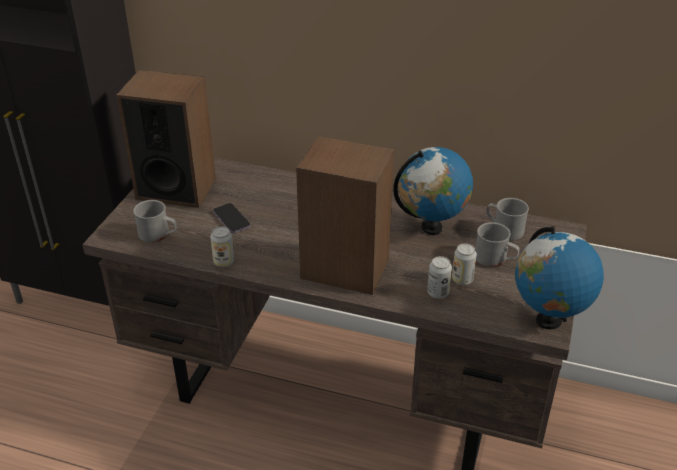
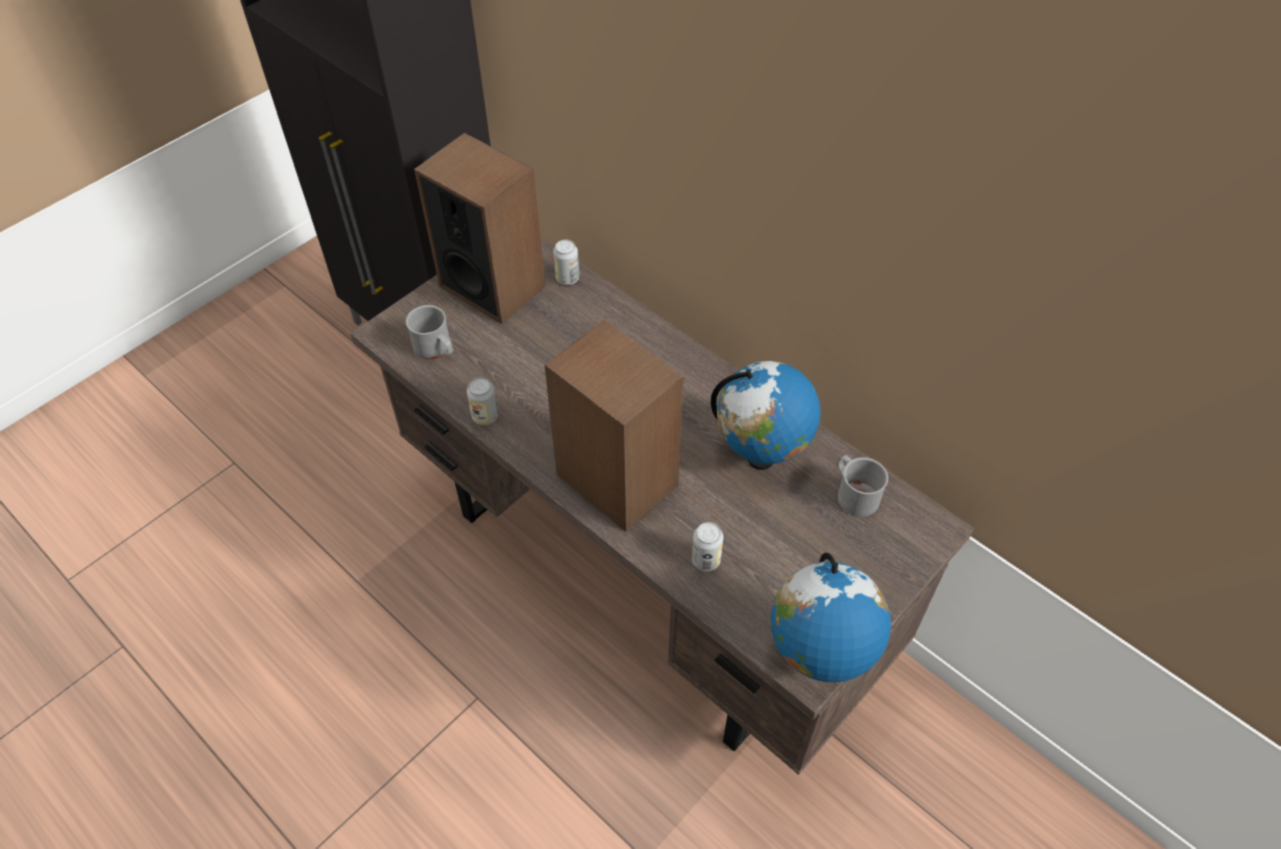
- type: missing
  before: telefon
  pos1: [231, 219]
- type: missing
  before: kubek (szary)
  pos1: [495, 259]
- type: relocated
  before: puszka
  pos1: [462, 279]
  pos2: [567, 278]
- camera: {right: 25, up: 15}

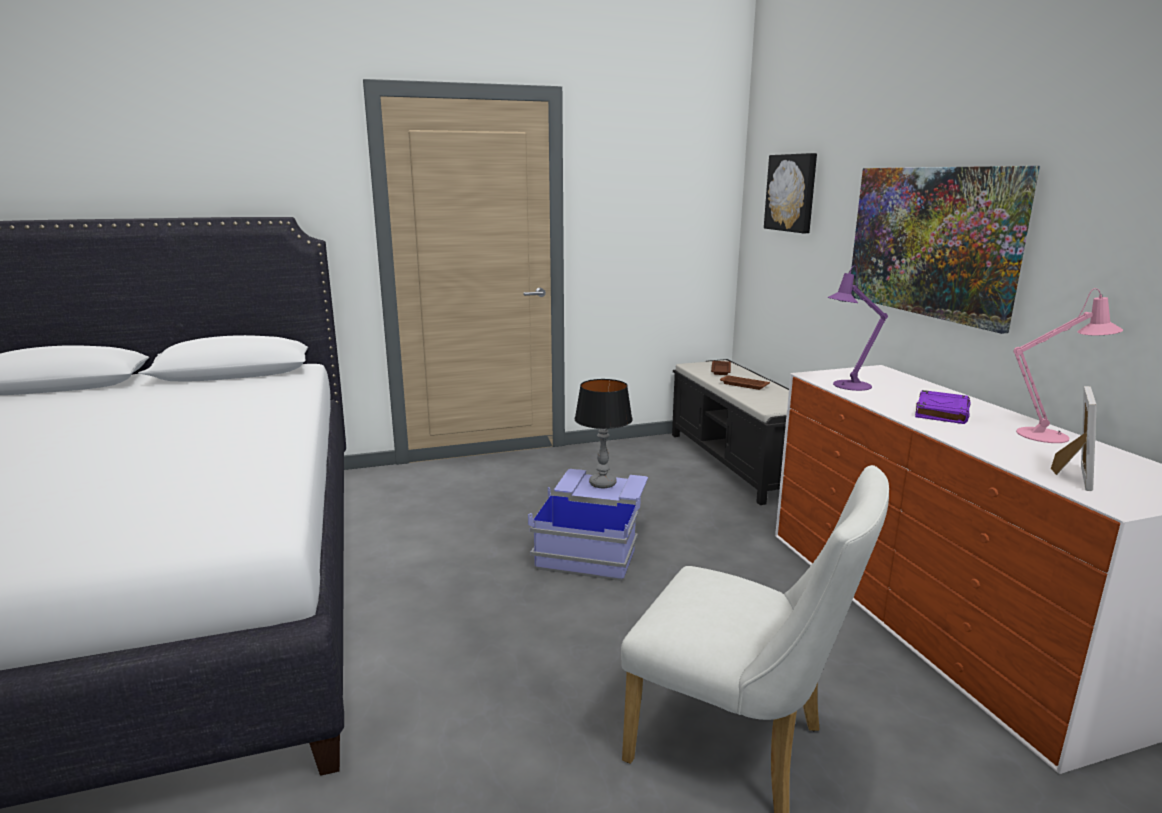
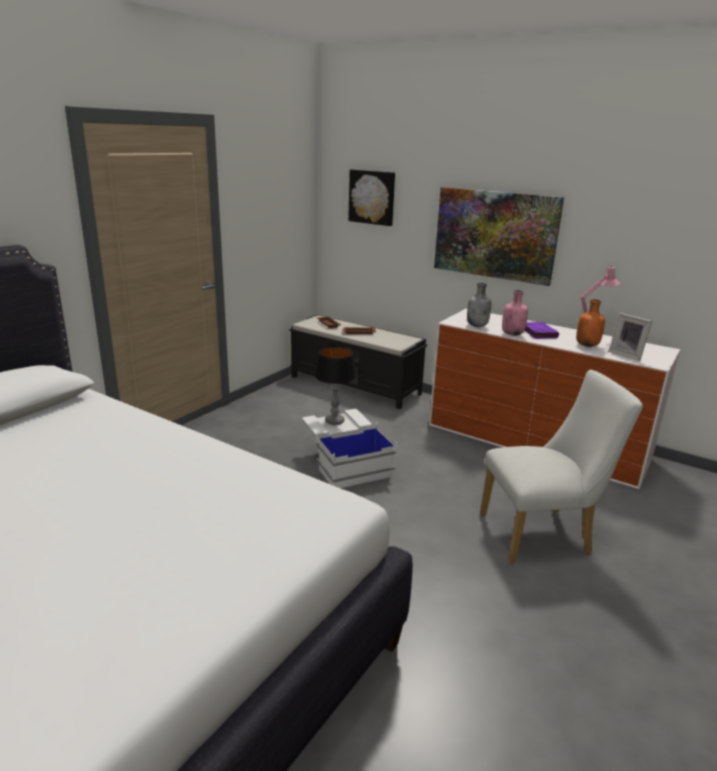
- type: appeared
  after: butelka (różowy)
  pos2: [512, 334]
- type: appeared
  after: butelka (pomarańczowy)
  pos2: [587, 345]
- type: exchanged
  before: lampa stołowa (fioletowy)
  after: butelka (szary)
  pos1: [847, 386]
  pos2: [477, 325]
- type: colour
  before: pojemnik do przechowywania (niebieski)
  after: pojemnik do przechowywania (biały)
  pos1: [593, 545]
  pos2: [345, 464]
- type: spun
  before: ramka na zdjęcie
  pos1: [1070, 476]
  pos2: [627, 355]
  turn: 150
- camera: {right: -40, up: 5}

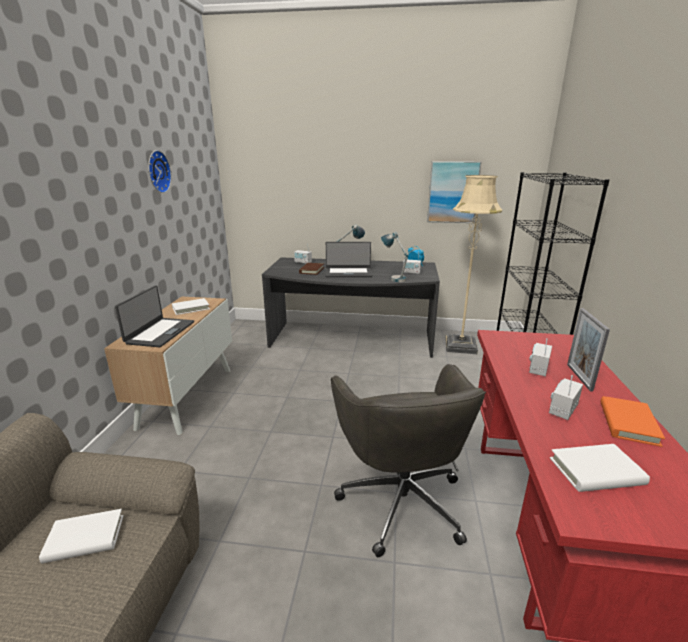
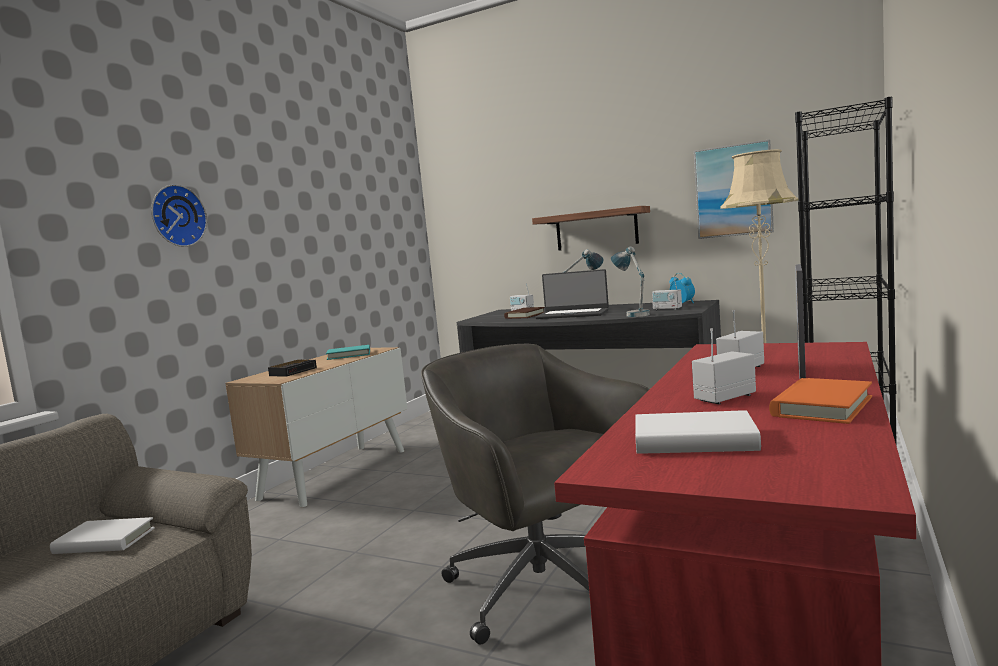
- type: appeared
  after: półka
  pos2: [596, 229]
- type: relocated
  before: zegar ścienny
  pos1: [157, 171]
  pos2: [176, 216]
- type: exchanged
  before: laptop
  after: budzik
  pos1: [160, 332]
  pos2: [294, 371]
- type: colour
  before: książka (biały)
  after: książka (turkusowy)
  pos1: [191, 308]
  pos2: [349, 355]
- type: spun
  before: krzesło biurowe (szary)
  pos1: [401, 499]
  pos2: [546, 591]
  turn: 135
- camera: {right: 20, up: -15}

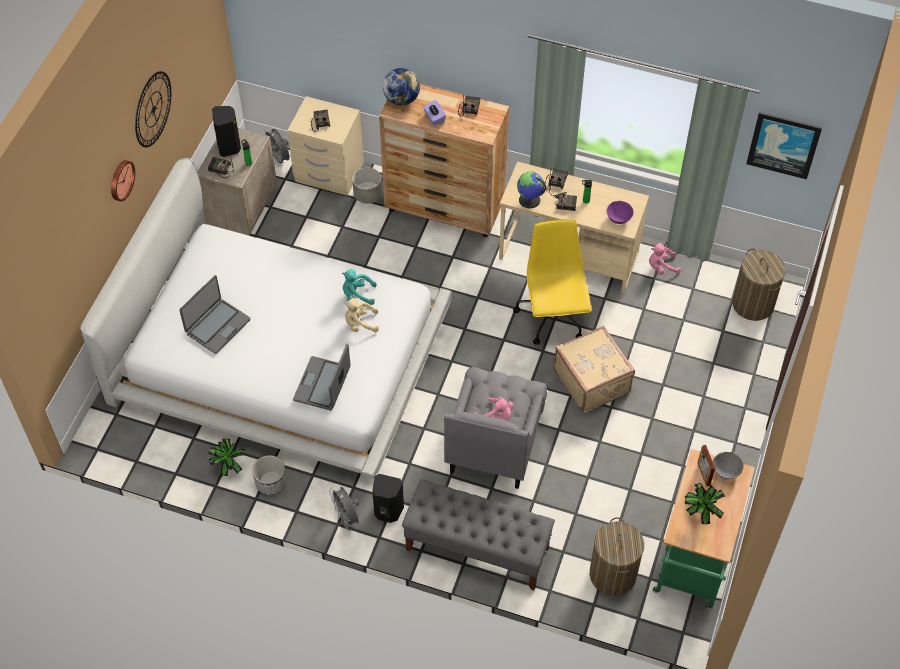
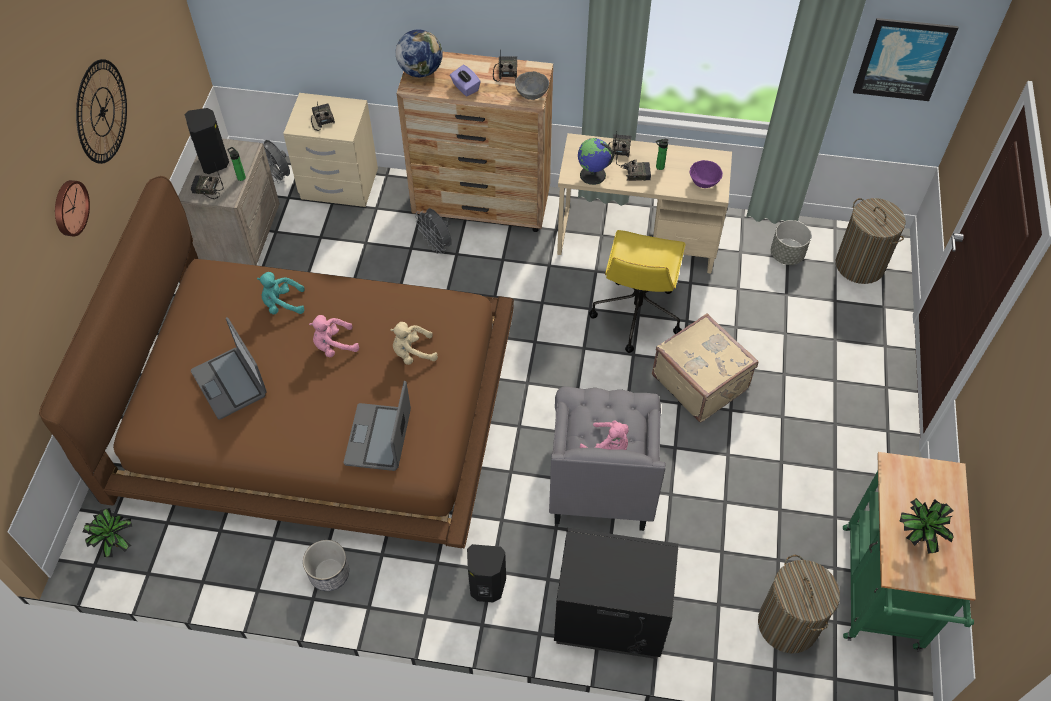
- type: missing
  before: ramka na zdjęcie
  pos1: [703, 474]
- type: relocated
  before: roślina doniczkowa
  pos1: [228, 466]
  pos2: [115, 543]
- type: relocated
  before: wentylator (szary)
  pos1: [347, 517]
  pos2: [437, 245]
- type: relocated
  before: pluszak (turkusowy)
  pos1: [357, 295]
  pos2: [282, 304]
- type: relocated
  before: donica (szary)
  pos1: [368, 195]
  pos2: [787, 254]
- type: relocated
  before: pluszak (różowy)
  pos1: [661, 267]
  pos2: [334, 345]
- type: relocated
  before: miska (szary)
  pos1: [726, 471]
  pos2: [532, 94]
- type: exchanged
  before: ławka (szary)
  after: szafka nocna (czarny)
  pos1: [477, 548]
  pos2: [610, 619]
- type: colour
  before: łóżko (biały)
  after: łóżko (brązowy)
  pos1: [279, 354]
  pos2: [314, 406]
- type: spun
  before: laptop
  pos1: [217, 326]
  pos2: [230, 383]
  turn: 120
- type: spun
  before: krzesło biurowe (żółty)
  pos1: [553, 317]
  pos2: [636, 313]
  turn: -150
- camera: {right: -10, up: 0}

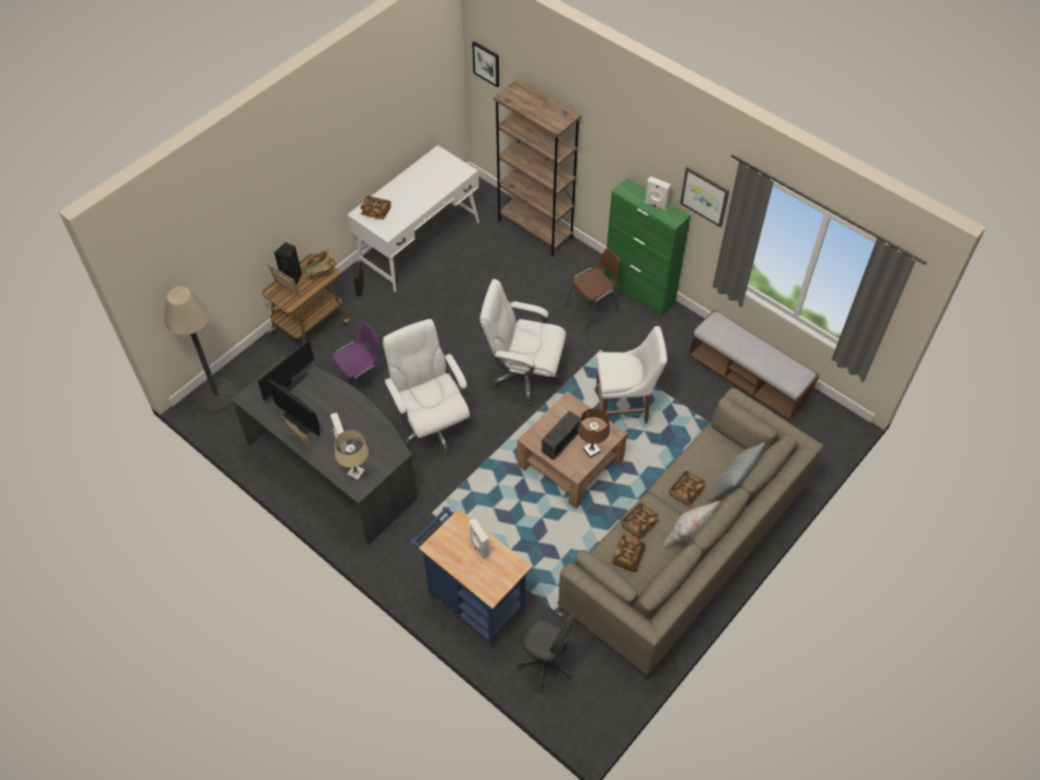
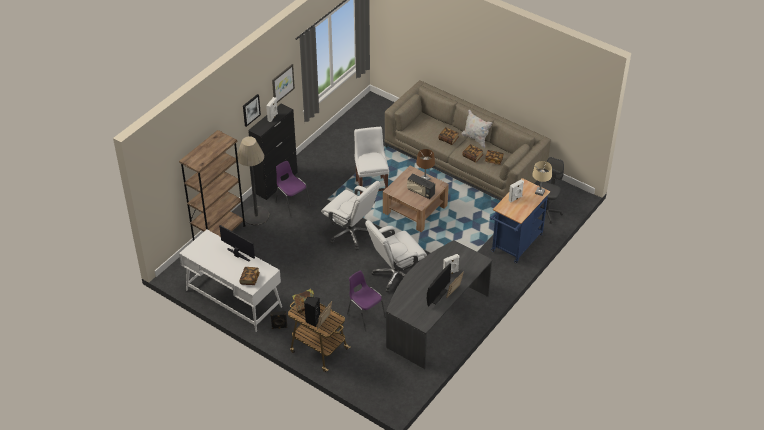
- type: missing
  before: ławka
  pos1: [747, 379]
- type: missing
  before: poduszka
  pos1: [731, 486]
- type: relocated
  before: lampa stojąca
  pos1: [216, 395]
  pos2: [256, 216]
- type: relocated
  before: monitor
  pos1: [290, 386]
  pos2: [237, 255]
- type: relocated
  before: lampa stołowa (beżowy)
  pos1: [356, 474]
  pos2: [540, 192]
- type: relocated
  before: obraz
  pos1: [486, 63]
  pos2: [251, 110]
- type: colour
  before: krzesło (brązowy)
  after: krzesło (fioletowy)
  pos1: [593, 308]
  pos2: [292, 203]
- type: colour
  before: szafka (zielony)
  after: szafka (czarny)
  pos1: [639, 291]
  pos2: [276, 182]
- type: spun
  before: krzesło biurowe (biały)
  pos1: [524, 375]
  pos2: [351, 233]
  turn: -60
- camera: {right: -95, up: -10}

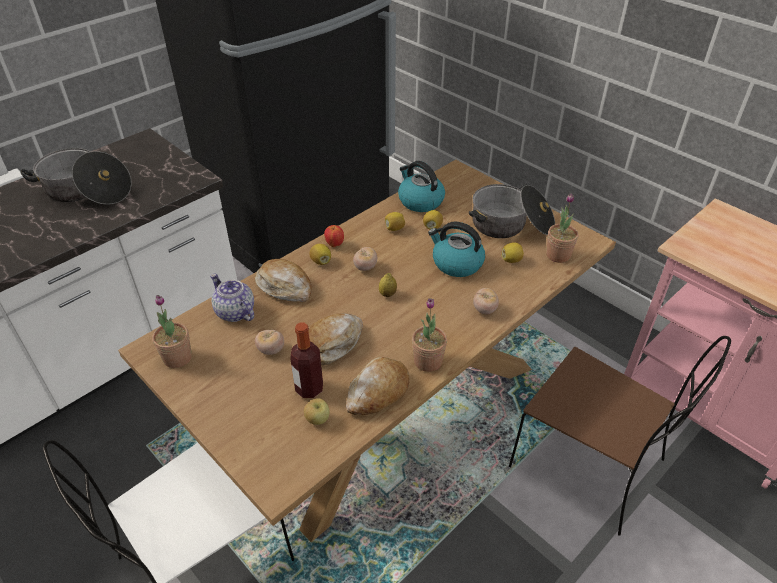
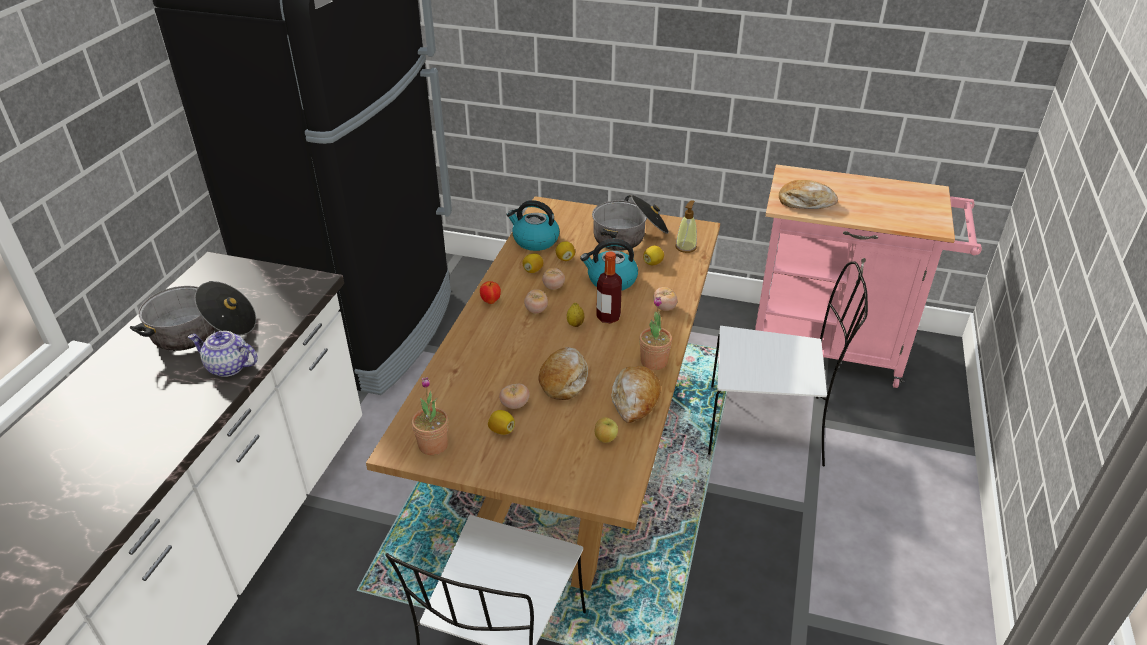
- type: appeared
  after: pomidor
  pos2: [553, 287]
- type: relocated
  before: imbryk
  pos1: [234, 312]
  pos2: [228, 367]
- type: relocated
  before: chleb
  pos1: [285, 287]
  pos2: [805, 202]
- type: relocated
  before: butelka
  pos1: [309, 388]
  pos2: [608, 317]
- type: relocated
  before: cytryna
  pos1: [321, 261]
  pos2: [501, 430]
- type: exchanged
  before: roślina doniczkowa
  after: dozownik mydła
  pos1: [558, 255]
  pos2: [686, 247]
- type: colour
  before: krzesło (brązowy)
  after: krzesło (biały)
  pos1: [590, 465]
  pos2: [768, 426]
- camera: {right: -30, up: -5}

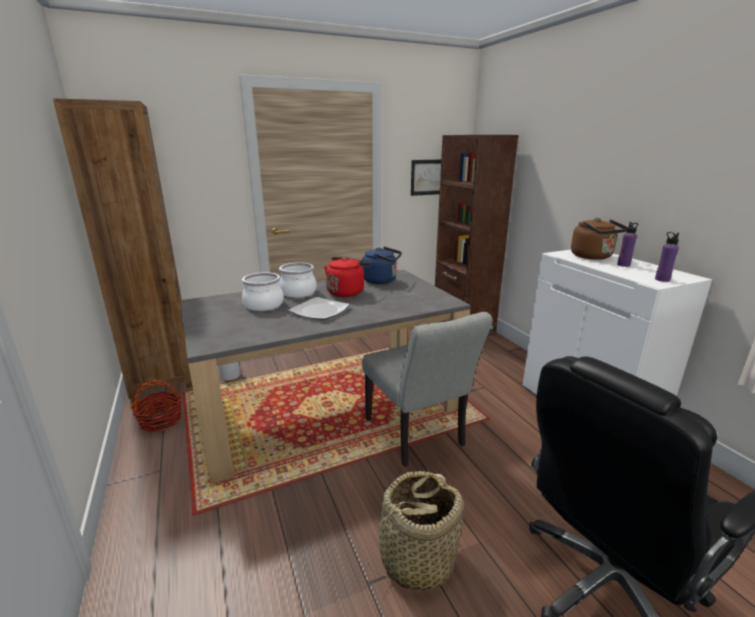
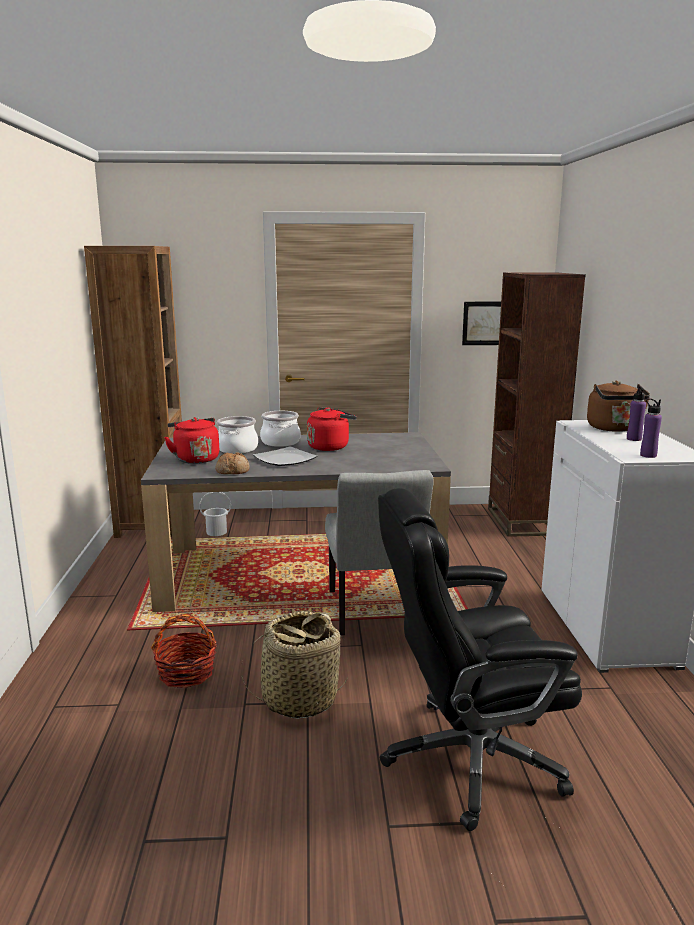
- type: missing
  before: czajnik (niebieski)
  pos1: [382, 280]
- type: appeared
  after: czajnik (czerwony)
  pos2: [195, 459]
- type: appeared
  after: chleb
  pos2: [233, 471]
- type: relocated
  before: koszyk
  pos1: [161, 420]
  pos2: [186, 673]
- camera: {right: 20, up: -5}

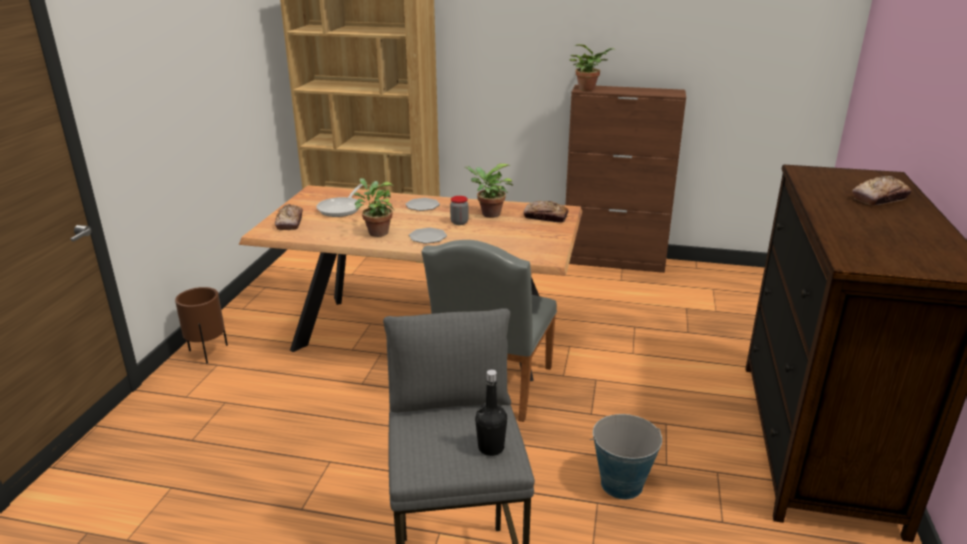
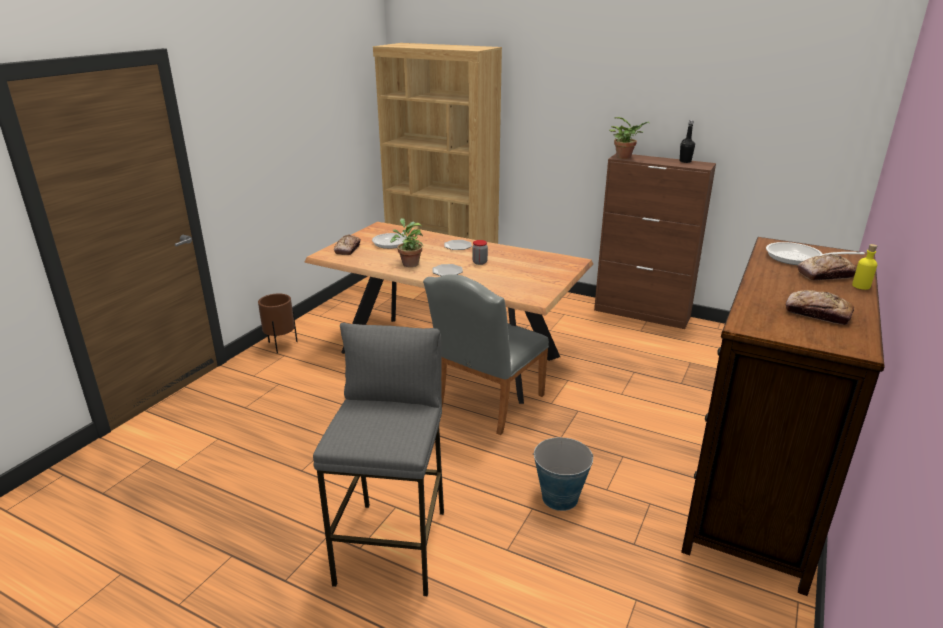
- type: missing
  before: roślina doniczkowa
  pos1: [488, 214]
- type: appeared
  after: patelnia
  pos2: [799, 258]
- type: appeared
  after: butelka (żółty)
  pos2: [861, 286]
- type: relocated
  before: butelka (czarny)
  pos1: [491, 448]
  pos2: [685, 161]
- type: relocated
  before: chleb
  pos1: [545, 217]
  pos2: [817, 314]
- camera: {right: 15, up: 0}

